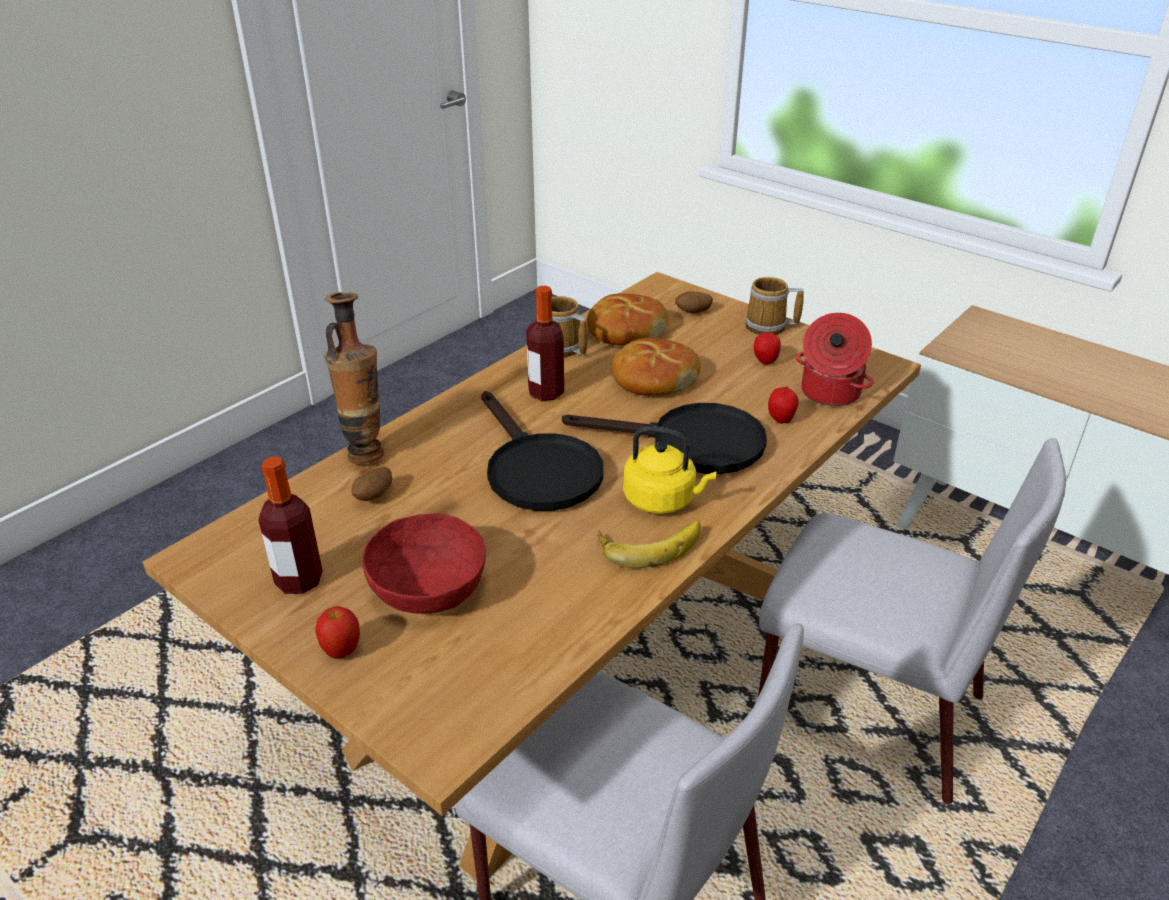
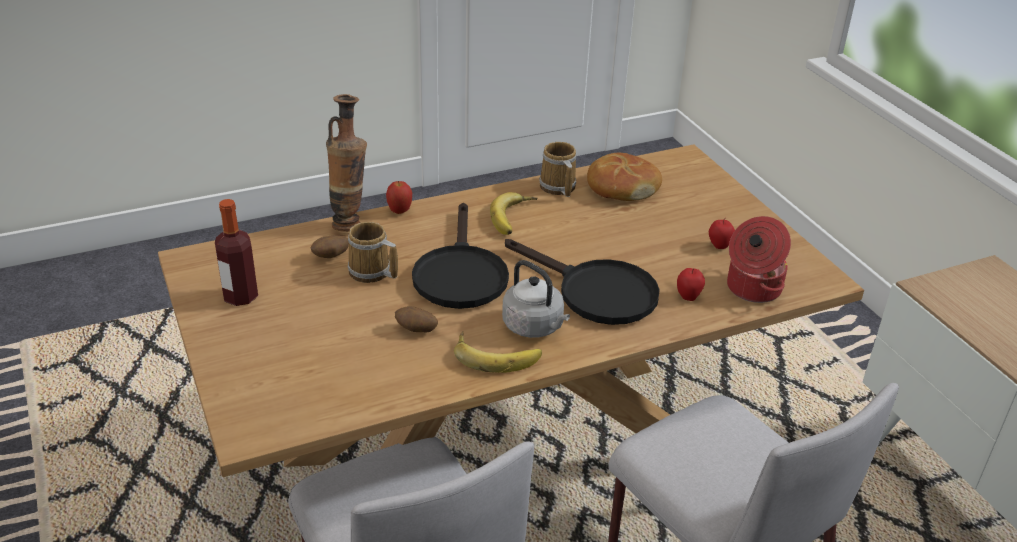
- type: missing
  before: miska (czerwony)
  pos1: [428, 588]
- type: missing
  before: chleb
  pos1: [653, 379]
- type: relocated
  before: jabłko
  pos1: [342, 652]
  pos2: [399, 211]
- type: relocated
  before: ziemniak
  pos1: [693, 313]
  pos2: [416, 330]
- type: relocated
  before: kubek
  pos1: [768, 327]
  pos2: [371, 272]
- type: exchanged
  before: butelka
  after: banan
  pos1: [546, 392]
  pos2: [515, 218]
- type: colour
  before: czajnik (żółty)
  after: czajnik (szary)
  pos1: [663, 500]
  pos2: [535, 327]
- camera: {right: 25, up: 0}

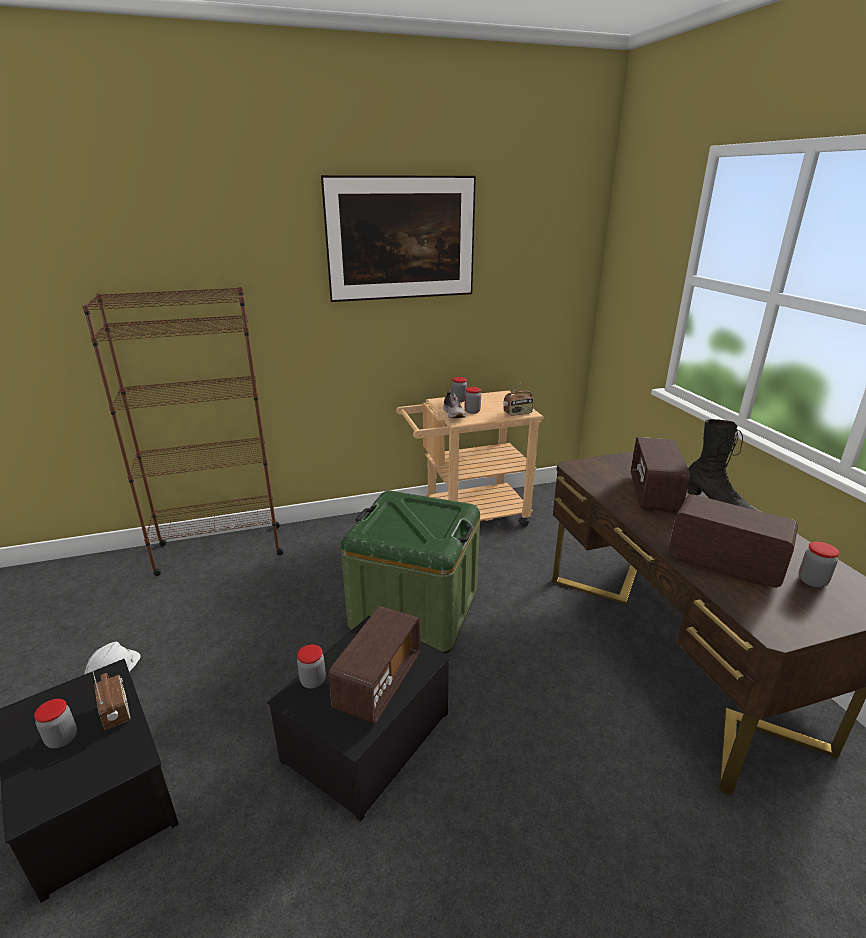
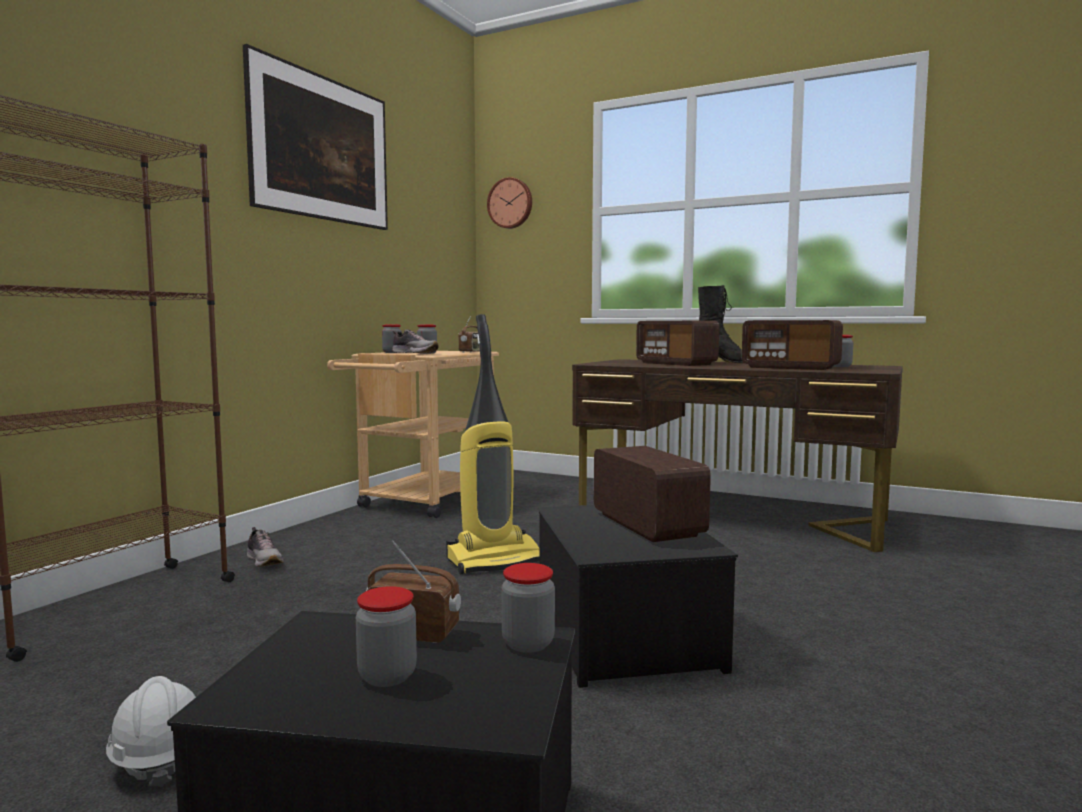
- type: appeared
  after: but
  pos2: [265, 561]
- type: appeared
  after: zegar ścienny
  pos2: [510, 203]
- type: relocated
  before: słoik
  pos1: [313, 681]
  pos2: [528, 643]
- type: exchanged
  before: pojemnik do przechowywania (zielony)
  after: odkurzacz
  pos1: [415, 609]
  pos2: [495, 560]
- type: spun
  before: radio
  pos1: [724, 563]
  pos2: [790, 368]
  turn: -135
- camera: {right: -45, up: -20}

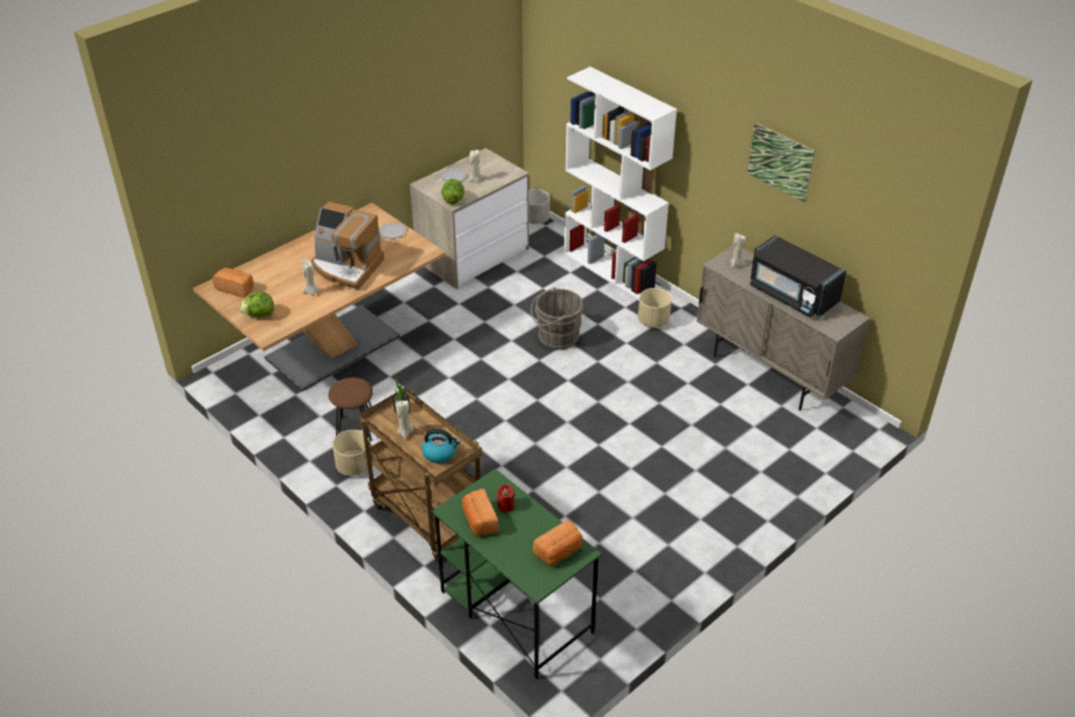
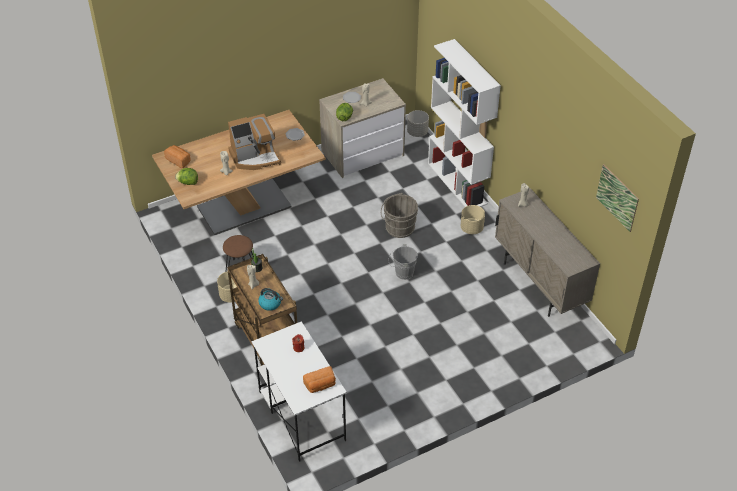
- type: missing
  before: chleb
  pos1: [479, 521]
- type: missing
  before: mikrofalówka (czarny)
  pos1: [792, 295]
- type: appeared
  after: wiadro (szary)
  pos2: [402, 273]
- type: relocated
  before: obraz
  pos1: [780, 162]
  pos2: [617, 197]
- type: colour
  before: biurko (zielony)
  after: biurko (biały)
  pos1: [515, 611]
  pos2: [301, 415]
- type: spun
  before: ekspres do kawy
  pos1: [346, 267]
  pos2: [255, 157]
  turn: -60
- camera: {right: 15, up: 5}

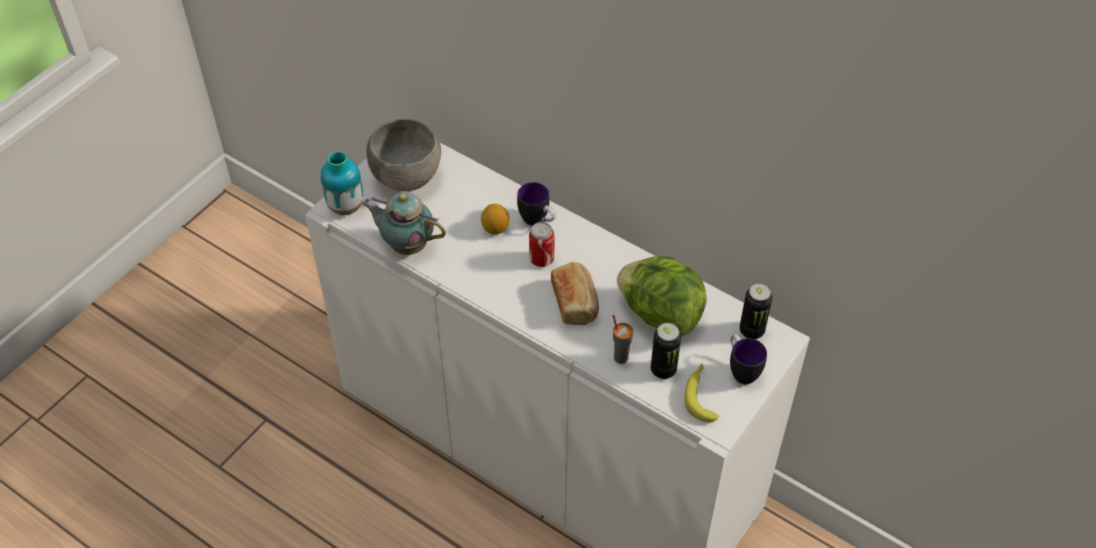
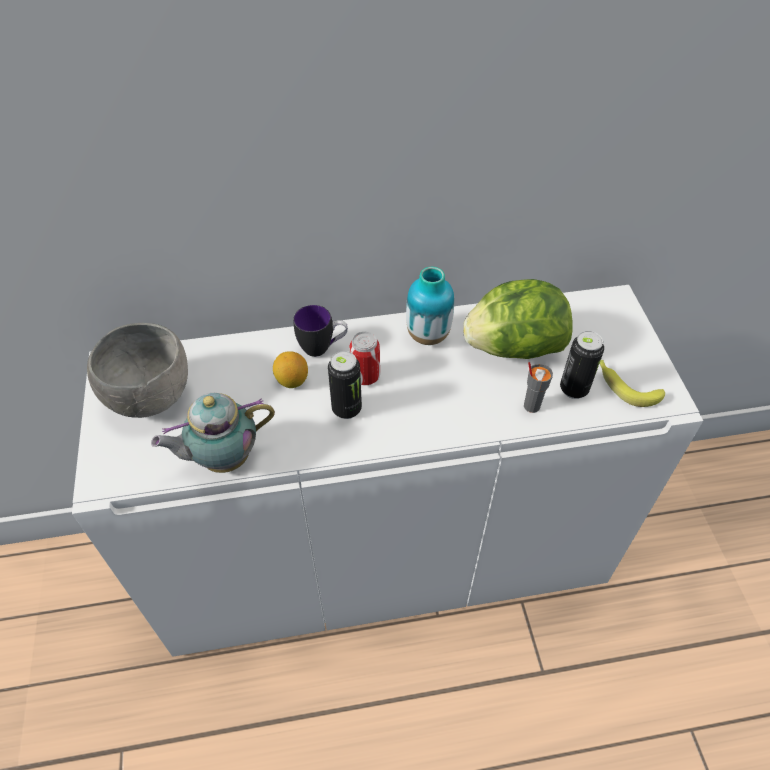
- type: missing
  before: chleb
  pos1: [575, 302]
- type: missing
  before: kubek
  pos1: [741, 370]
- type: relocated
  before: wazon
  pos1: [346, 207]
  pos2: [428, 335]
- type: relocated
  before: puszka
  pos1: [751, 331]
  pos2: [346, 409]
- camera: {right: -45, up: 0}

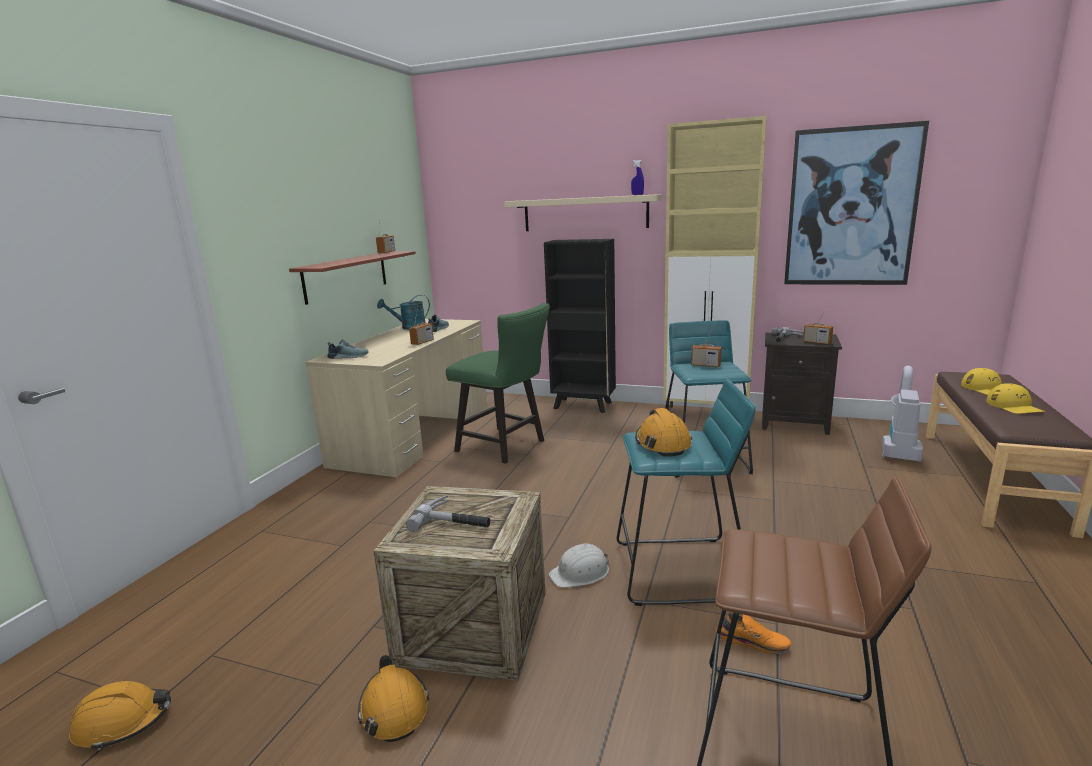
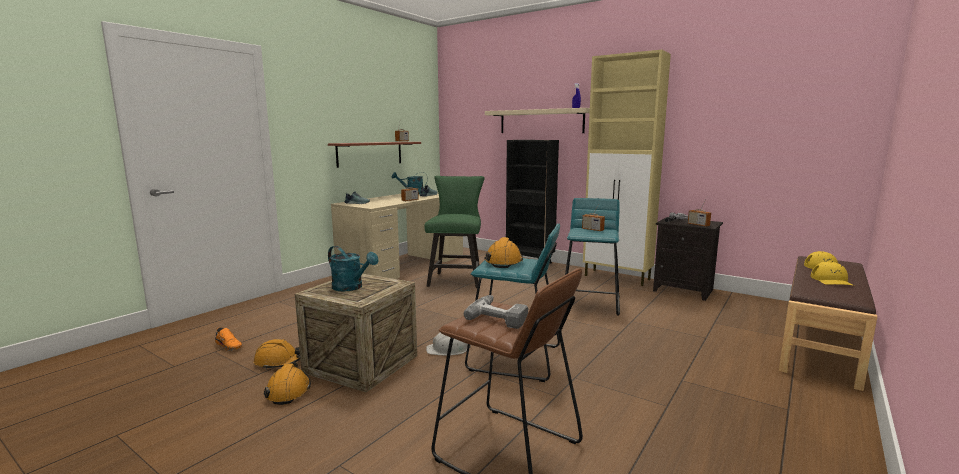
- type: missing
  before: obraz
  pos1: [851, 208]
- type: missing
  before: odkurzacz
  pos1: [899, 446]
- type: appeared
  after: wiertarka
  pos2: [500, 316]
- type: relocated
  before: kask (pomarańczowy)
  pos1: [123, 722]
  pos2: [278, 362]
- type: relocated
  before: but (pomarańczowy)
  pos1: [752, 641]
  pos2: [229, 345]
- type: exchanged
  before: młotek
  after: konewka (turkusowy)
  pos1: [455, 520]
  pos2: [351, 287]
- type: spun
  before: krzesło (zielony)
  pos1: [506, 447]
  pos2: [456, 279]
  turn: -135
- camera: {right: 15, up: -5}

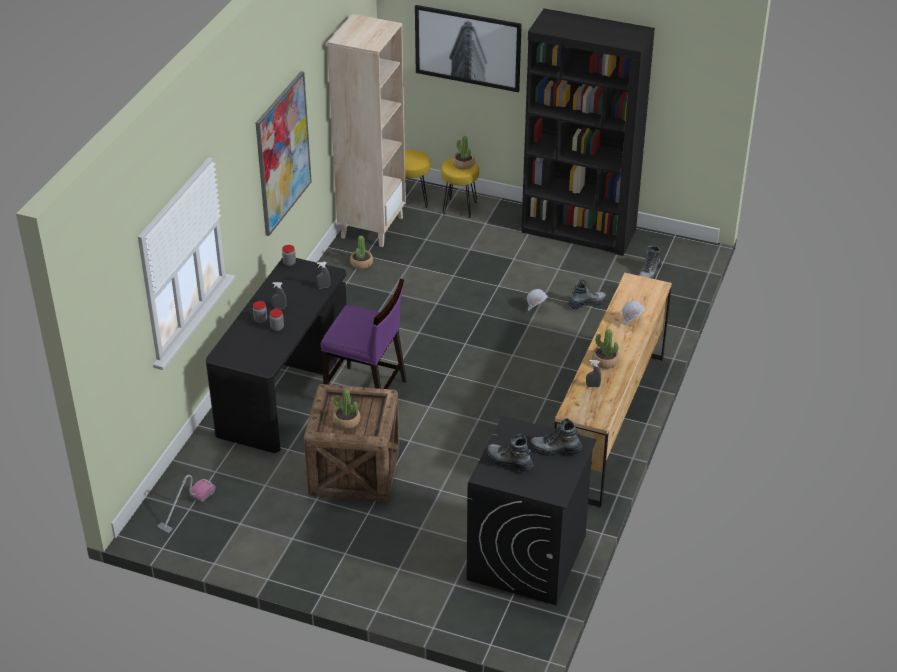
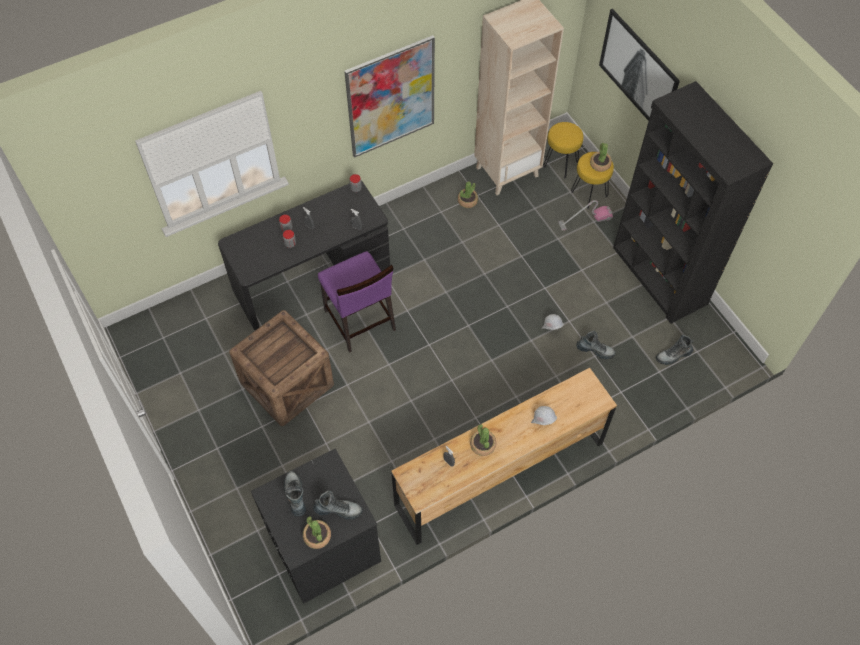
- type: relocated
  before: odkurzacz
  pos1: [186, 508]
  pos2: [585, 220]
- type: relocated
  before: roślina doniczkowa
  pos1: [346, 421]
  pos2: [317, 536]
- type: spun
  before: but z cholewką
  pos1: [555, 449]
  pos2: [338, 510]
  turn: 135
- camera: {right: 40, up: 20}

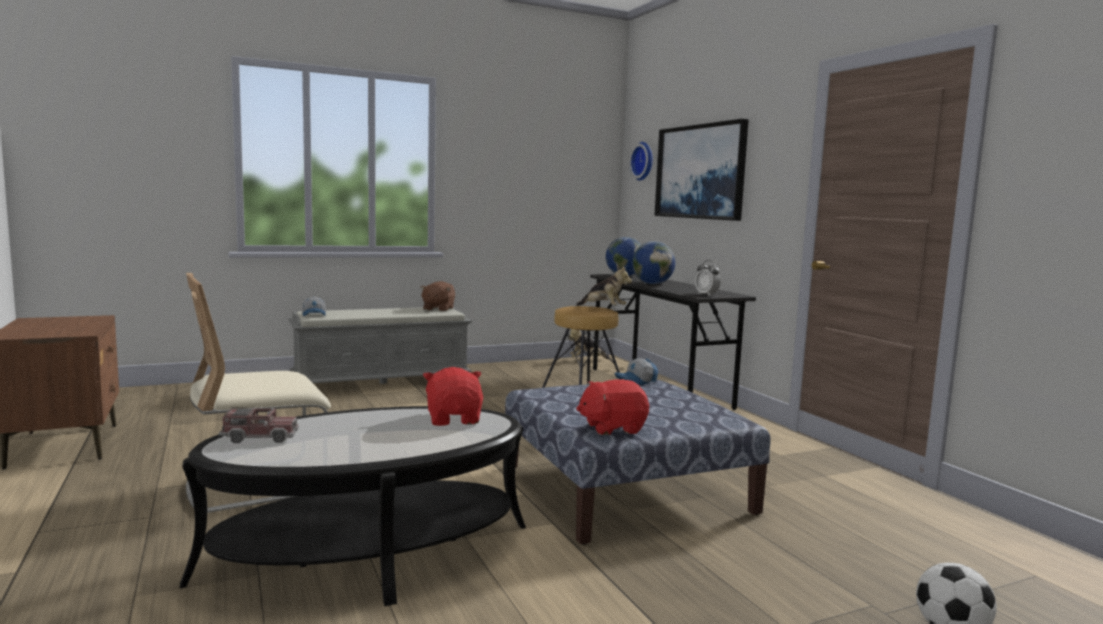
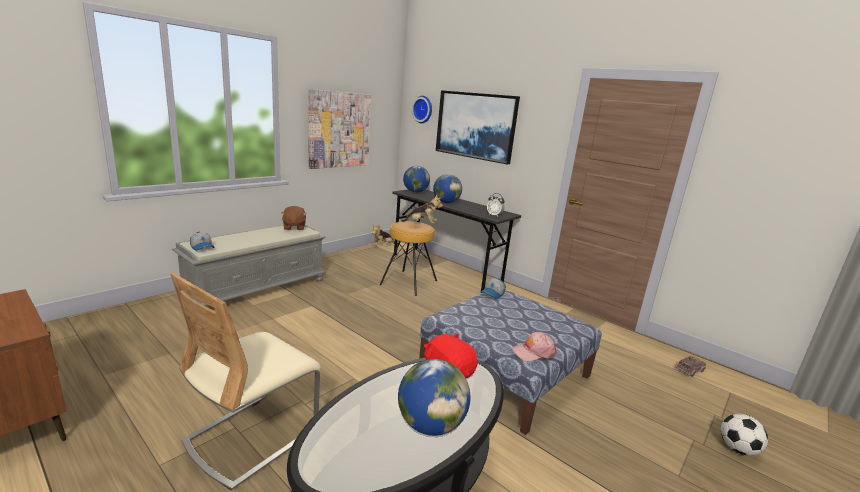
- type: appeared
  after: obraz
  pos2: [339, 130]
- type: appeared
  after: globus
  pos2: [430, 425]
- type: relocated
  before: ciężarówka zabawkowa
  pos1: [260, 437]
  pos2: [690, 370]
- type: exchanged
  before: pluszak (czerwony)
  after: czapka z daszkiem (różowy)
  pos1: [612, 428]
  pos2: [533, 352]
- camera: {right: -25, up: 10}

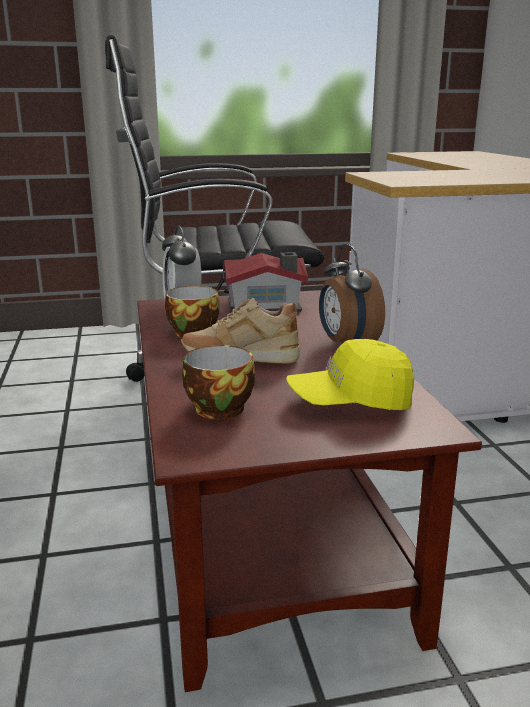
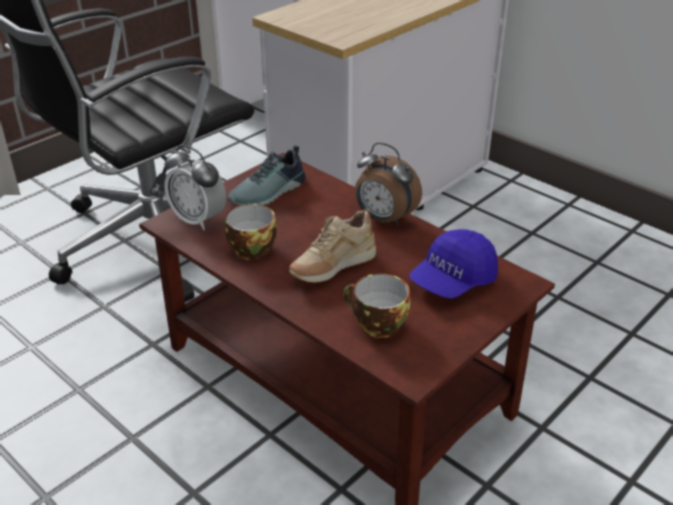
- type: exchanged
  before: domek
  after: but
  pos1: [266, 307]
  pos2: [269, 193]
- type: colour
  before: czapka z daszkiem (żółty)
  after: czapka z daszkiem (niebieski)
  pos1: [350, 402]
  pos2: [452, 281]
- camera: {right: -35, up: 15}

